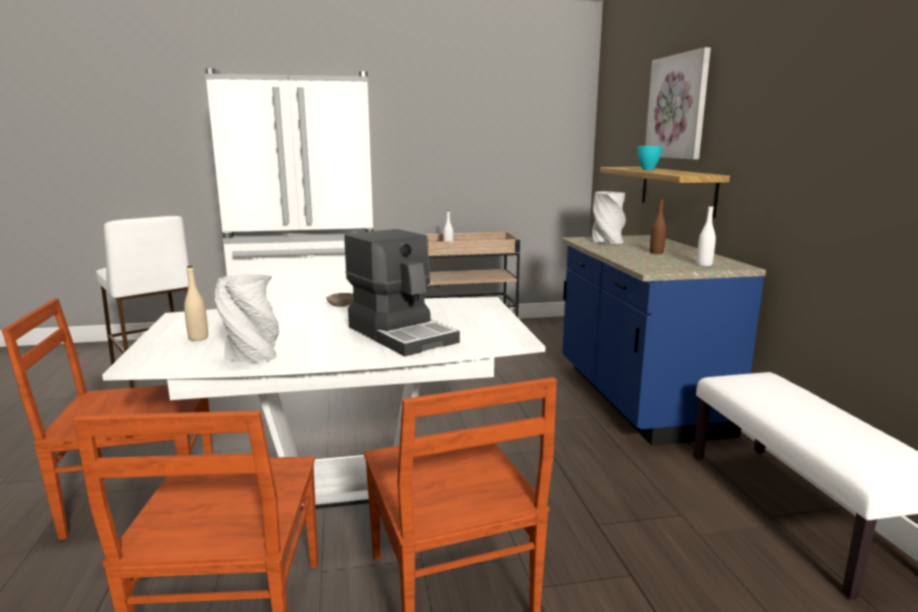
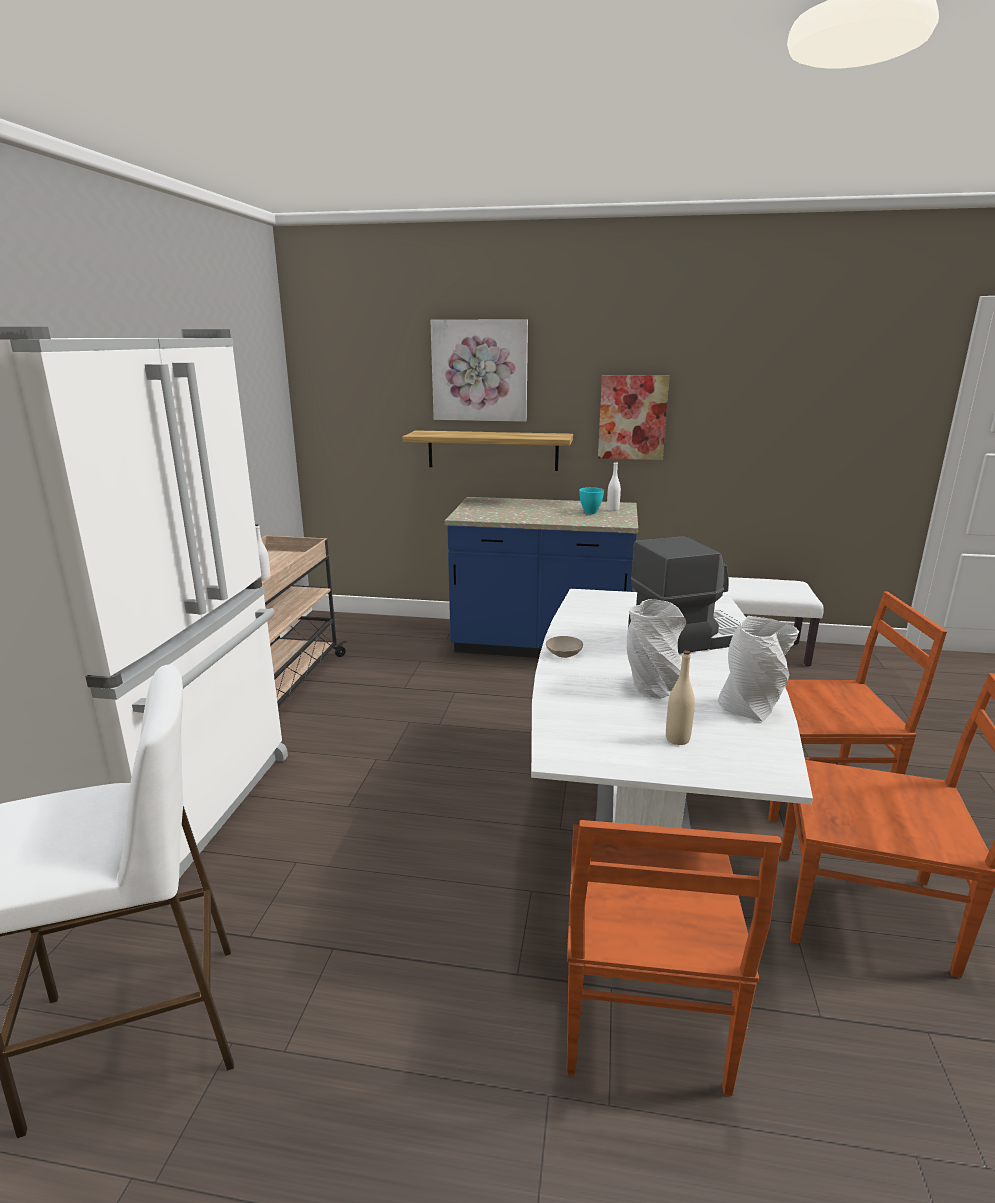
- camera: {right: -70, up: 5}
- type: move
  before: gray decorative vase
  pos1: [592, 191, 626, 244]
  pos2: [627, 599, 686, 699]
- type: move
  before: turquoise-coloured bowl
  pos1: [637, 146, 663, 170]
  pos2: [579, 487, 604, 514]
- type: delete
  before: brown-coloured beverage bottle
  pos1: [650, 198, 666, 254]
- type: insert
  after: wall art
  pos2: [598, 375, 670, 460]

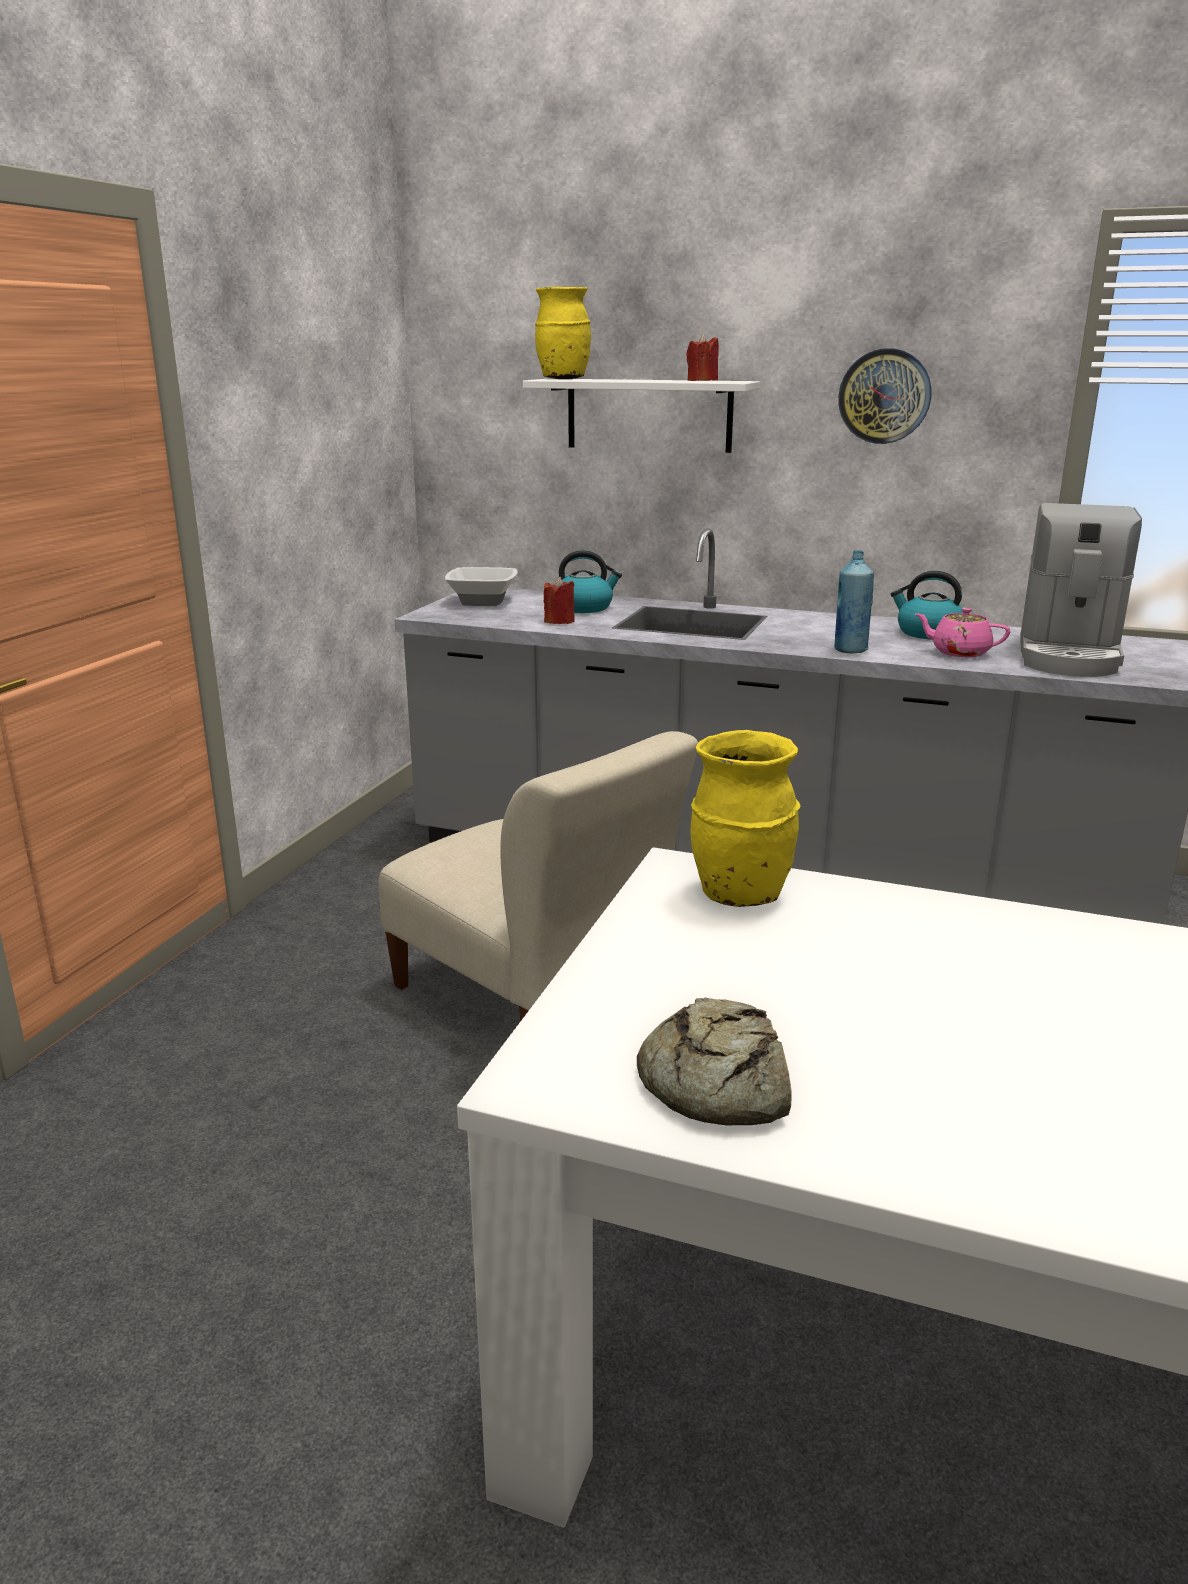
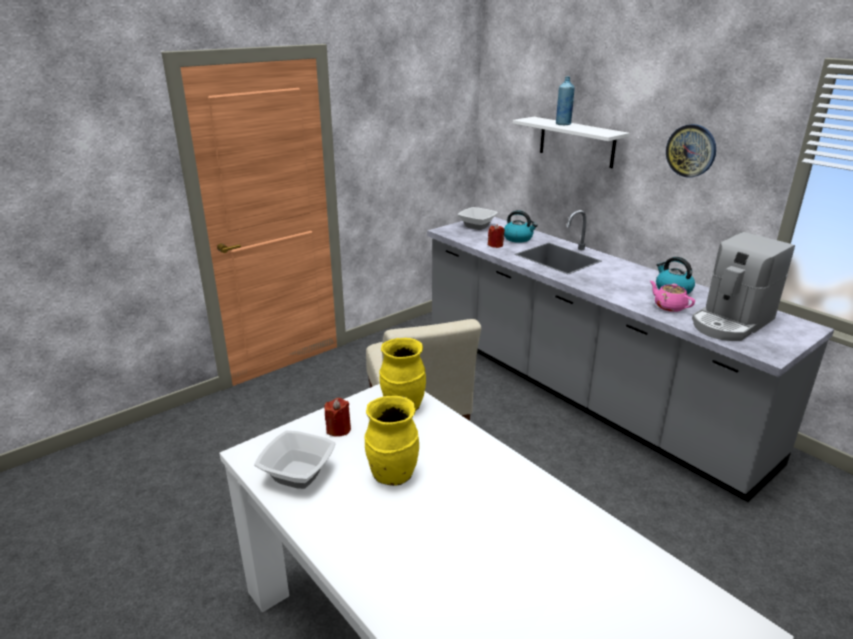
- camera: {right: 30, up: 5}
- type: move
  before: yellowish decorative vase
  pos1: [535, 287, 591, 379]
  pos2: [364, 396, 419, 486]
- type: replace
  before: baked bread
  after: bowl
  pos1: [637, 998, 792, 1126]
  pos2: [254, 430, 336, 489]
- type: move
  before: reddish wax light
  pos1: [686, 334, 719, 381]
  pos2: [324, 398, 351, 437]
- type: move
  before: blue-coloured beverage bottle
  pos1: [834, 550, 874, 654]
  pos2: [556, 77, 575, 125]

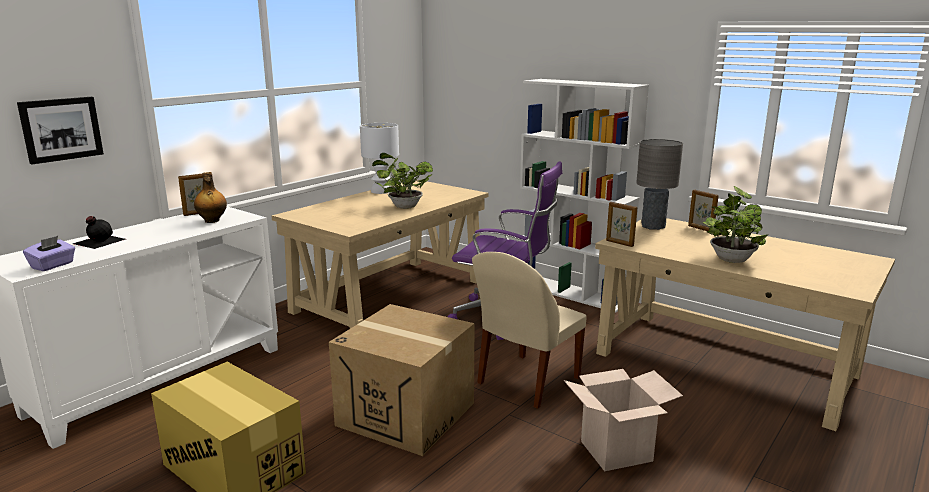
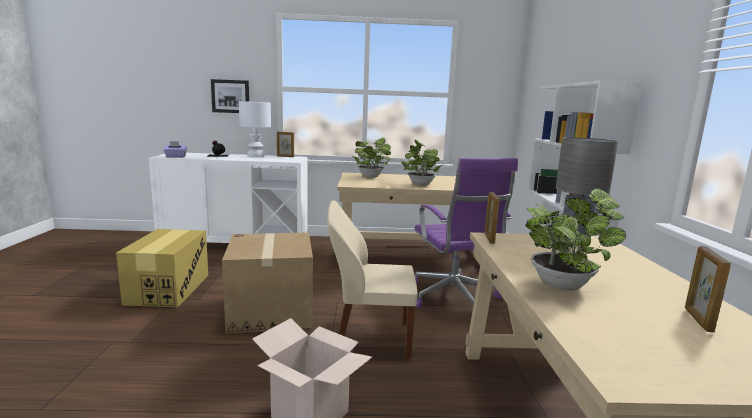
- camera: {right: 50, up: -5}
- type: delete
  before: beverage bottle
  pos1: [194, 172, 227, 223]
- type: move
  before: white table lamp
  pos1: [360, 123, 399, 194]
  pos2: [239, 101, 271, 158]
- type: move
  before: standing frame
  pos1: [688, 190, 719, 231]
  pos2: [685, 246, 731, 333]
- type: insert
  after: houseplant
  pos2: [353, 138, 393, 178]

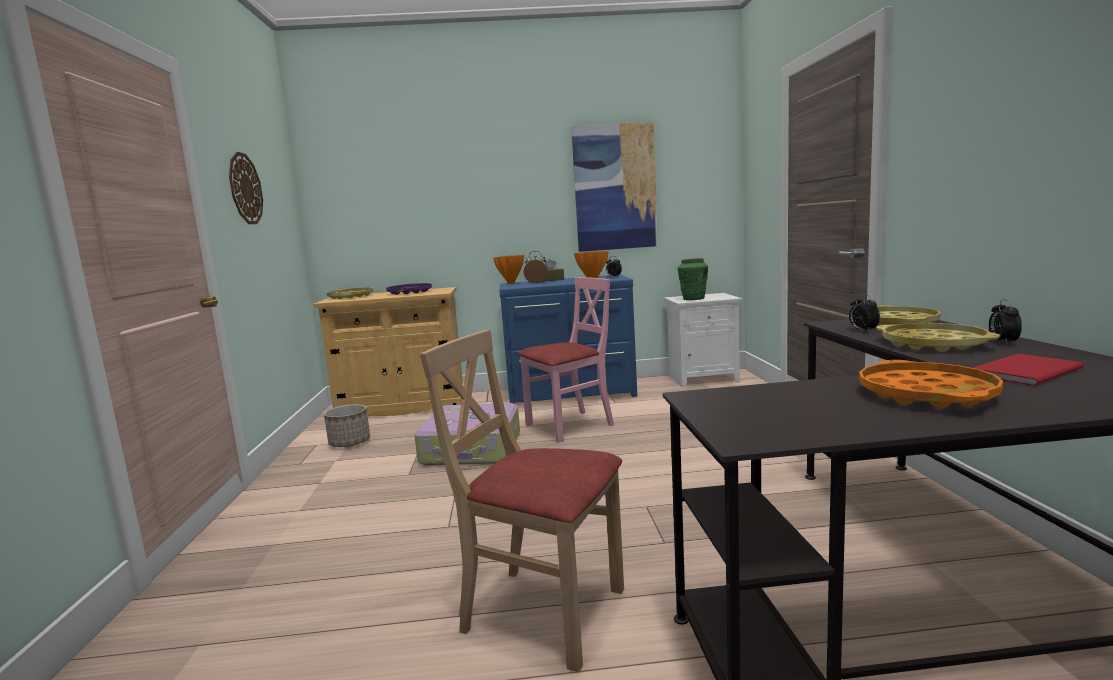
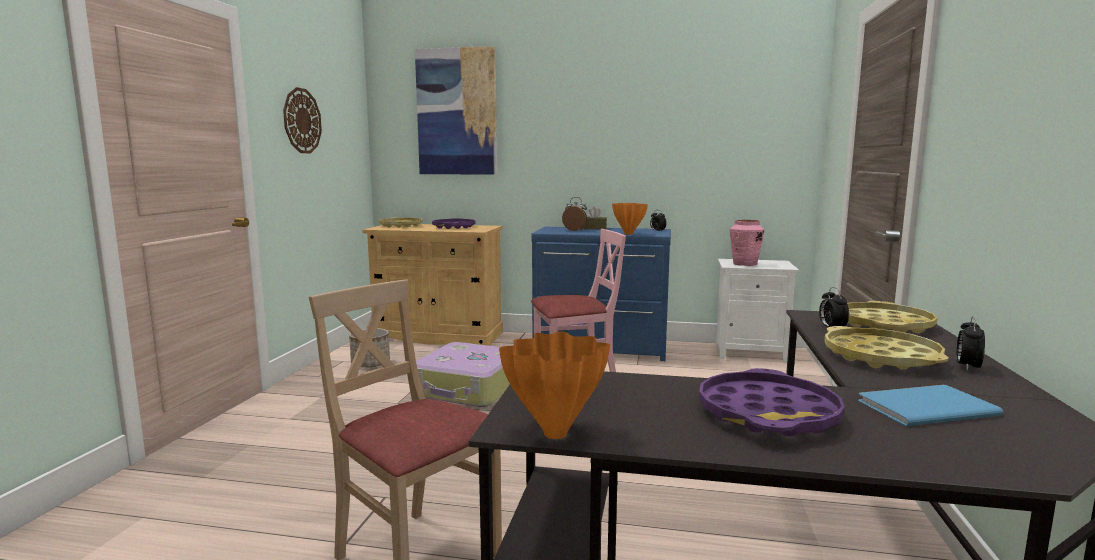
- camera: {right: 15, up: 0}
- type: move
  before: orange decorative vase
  pos1: [493, 255, 524, 284]
  pos2: [499, 331, 610, 439]
- type: move
  before: wall art
  pos1: [571, 121, 658, 252]
  pos2: [415, 46, 497, 175]
- type: recolor
  before: green-coloured decorative vase
  after: pinkish decorative vase
  pos1: [678, 258, 708, 300]
  pos2: [730, 220, 764, 266]
- type: recolor
  before: orange serving tray
  after: purplish serving tray
  pos1: [859, 360, 1003, 408]
  pos2: [699, 368, 845, 436]
- type: recolor
  before: reddish volume
  after: blue-coloured volume
  pos1: [973, 354, 1084, 386]
  pos2: [858, 385, 1004, 426]

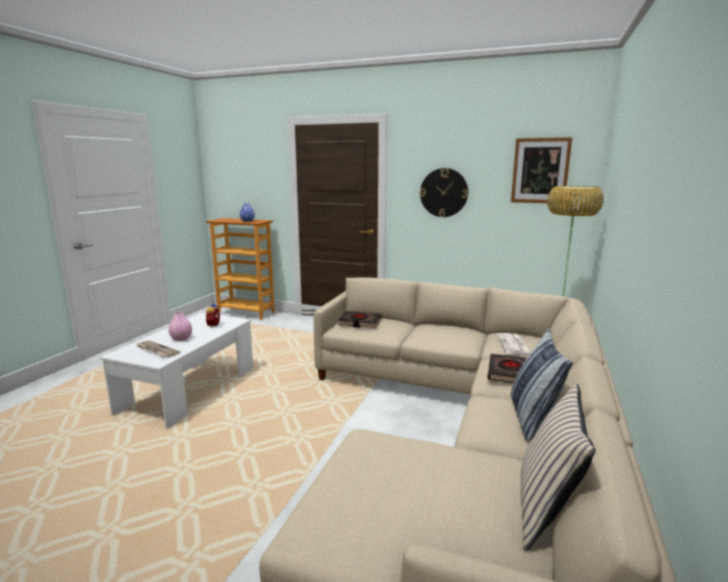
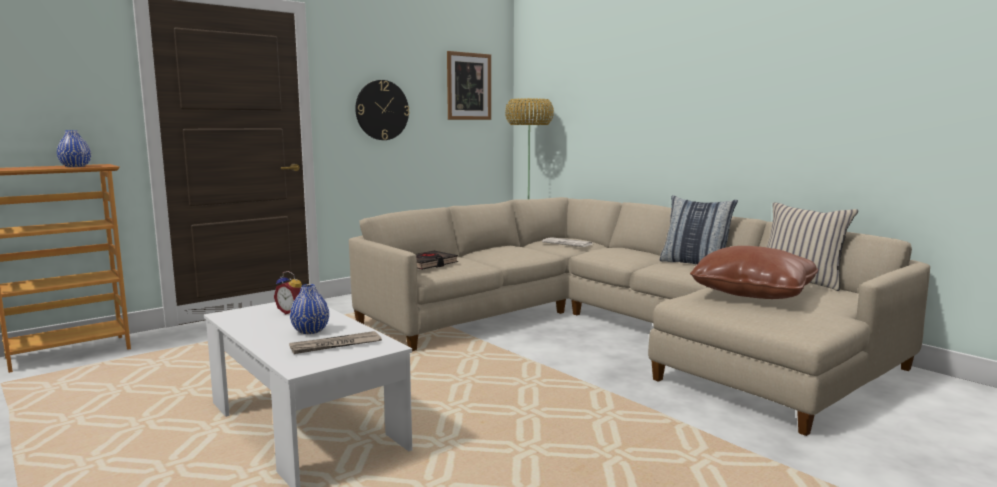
- camera: {right: -60, up: -5}
- type: recolor
  before: pinkish decorative vase
  after: blue-coloured decorative vase
  pos1: [168, 312, 192, 341]
  pos2: [290, 284, 329, 334]
- type: delete
  before: black-coloured volume
  pos1: [487, 354, 527, 383]
- type: insert
  after: brown-coloured throw pillow
  pos2: [690, 246, 818, 299]

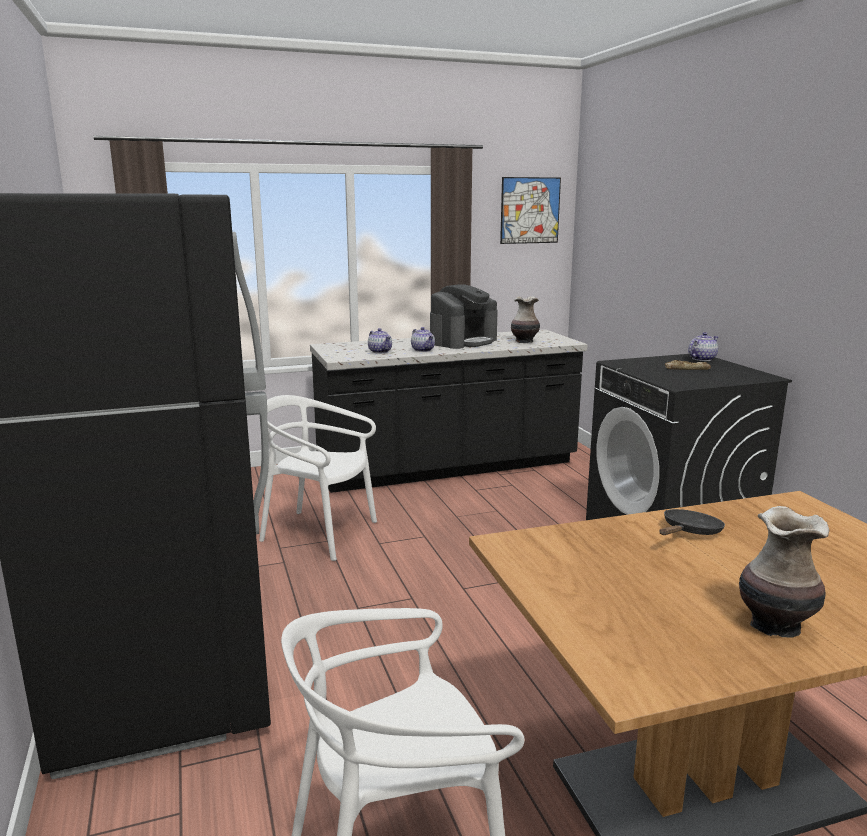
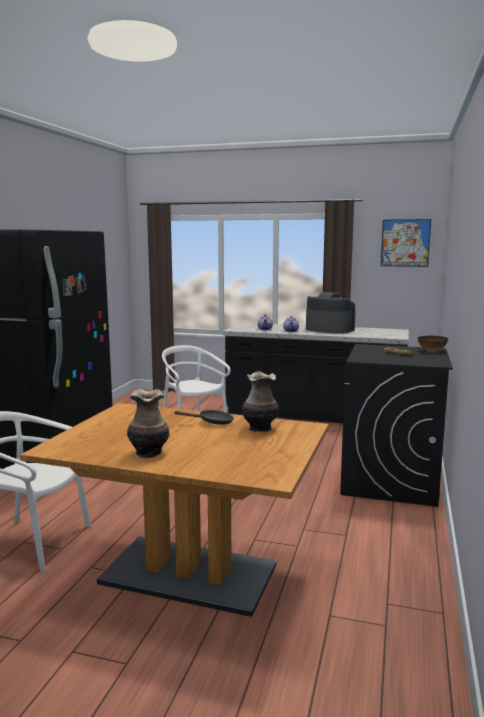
- camera: {right: 35, up: -5}
- type: rotate
  before: coffee maker
  pos1: [430, 284, 498, 349]
  pos2: [306, 292, 356, 334]
  turn: -135
- type: move
  before: decorative vase
  pos1: [511, 296, 540, 343]
  pos2: [242, 371, 279, 432]
- type: replace
  before: teapot
  after: bowl
  pos1: [688, 332, 718, 361]
  pos2: [418, 336, 448, 351]

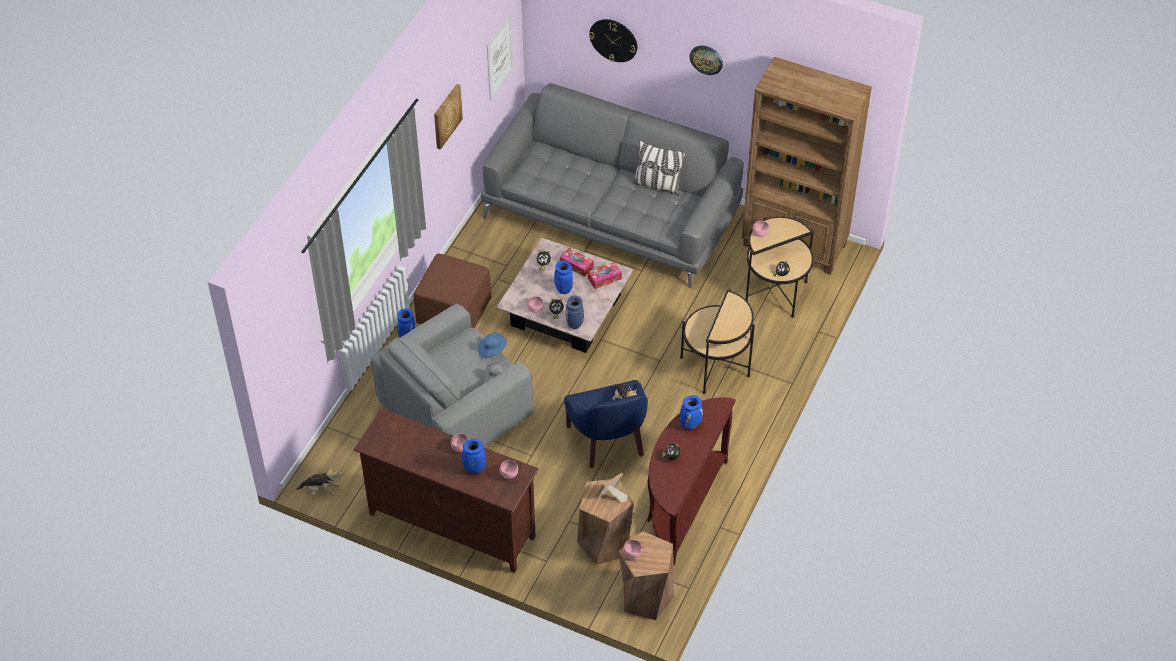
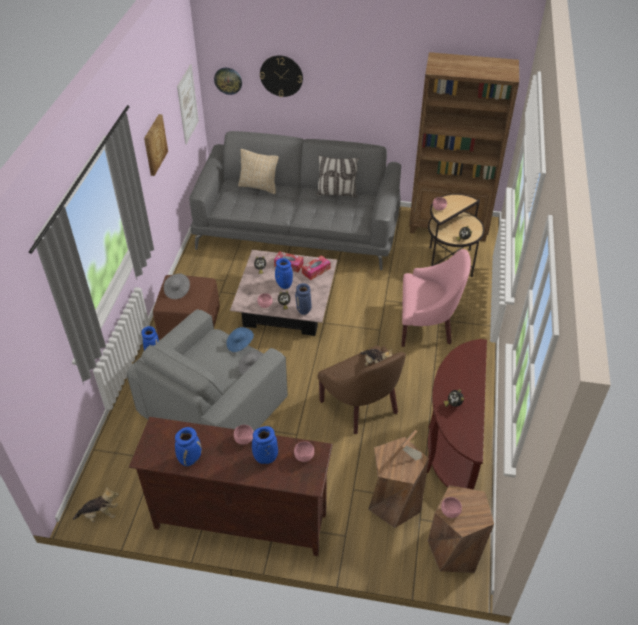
- camera: {right: -15, up: -5}
- type: recolor
  before: blue-coloured lounge chair
  after: brown-coloured lounge chair
  pos1: [564, 380, 648, 468]
  pos2: [318, 345, 406, 434]
- type: replace
  before: side table
  after: pinkish lounge chair
  pos1: [680, 289, 755, 394]
  pos2: [401, 249, 471, 347]
- type: move
  before: blue-coloured decorative vase
  pos1: [680, 395, 703, 430]
  pos2: [175, 427, 202, 466]
- type: move
  before: clock on the wall
  pos1: [689, 46, 723, 75]
  pos2: [214, 68, 242, 95]
- type: insert
  after: gray hat
  pos2: [164, 273, 190, 299]
- type: insert
  after: beige throw pillow
  pos2: [238, 149, 278, 194]

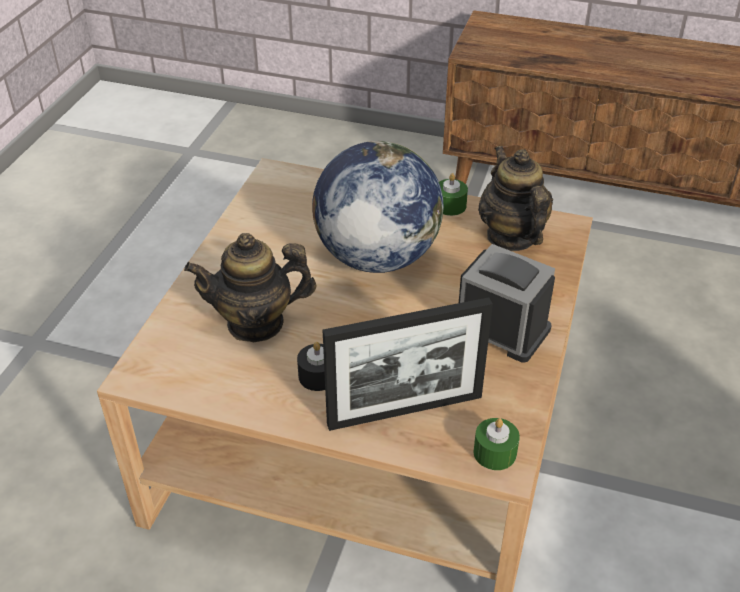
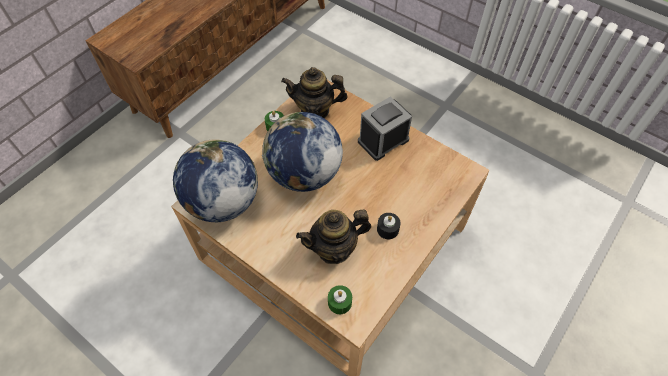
- camera: {right: -70, up: 15}
- type: rotate
  before: teapot
  pos1: [184, 233, 316, 342]
  pos2: [296, 209, 371, 264]
  turn: 60
- type: delete
  before: standing frame
  pos1: [323, 298, 493, 431]
- type: move
  before: green-coloured wax light
  pos1: [474, 418, 520, 470]
  pos2: [328, 285, 352, 314]
- type: insert
  after: desk globe
  pos2: [173, 140, 258, 222]

